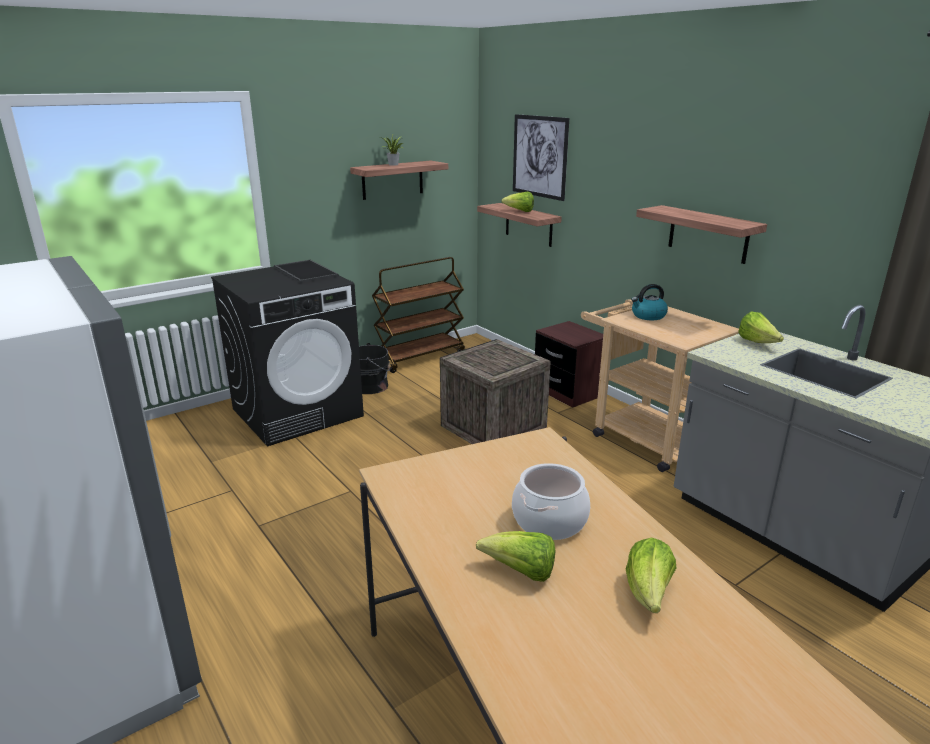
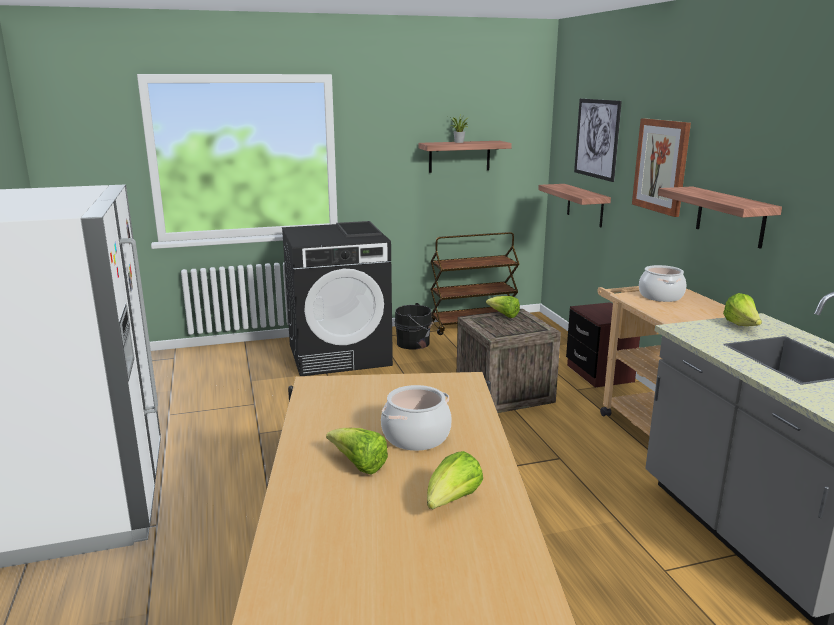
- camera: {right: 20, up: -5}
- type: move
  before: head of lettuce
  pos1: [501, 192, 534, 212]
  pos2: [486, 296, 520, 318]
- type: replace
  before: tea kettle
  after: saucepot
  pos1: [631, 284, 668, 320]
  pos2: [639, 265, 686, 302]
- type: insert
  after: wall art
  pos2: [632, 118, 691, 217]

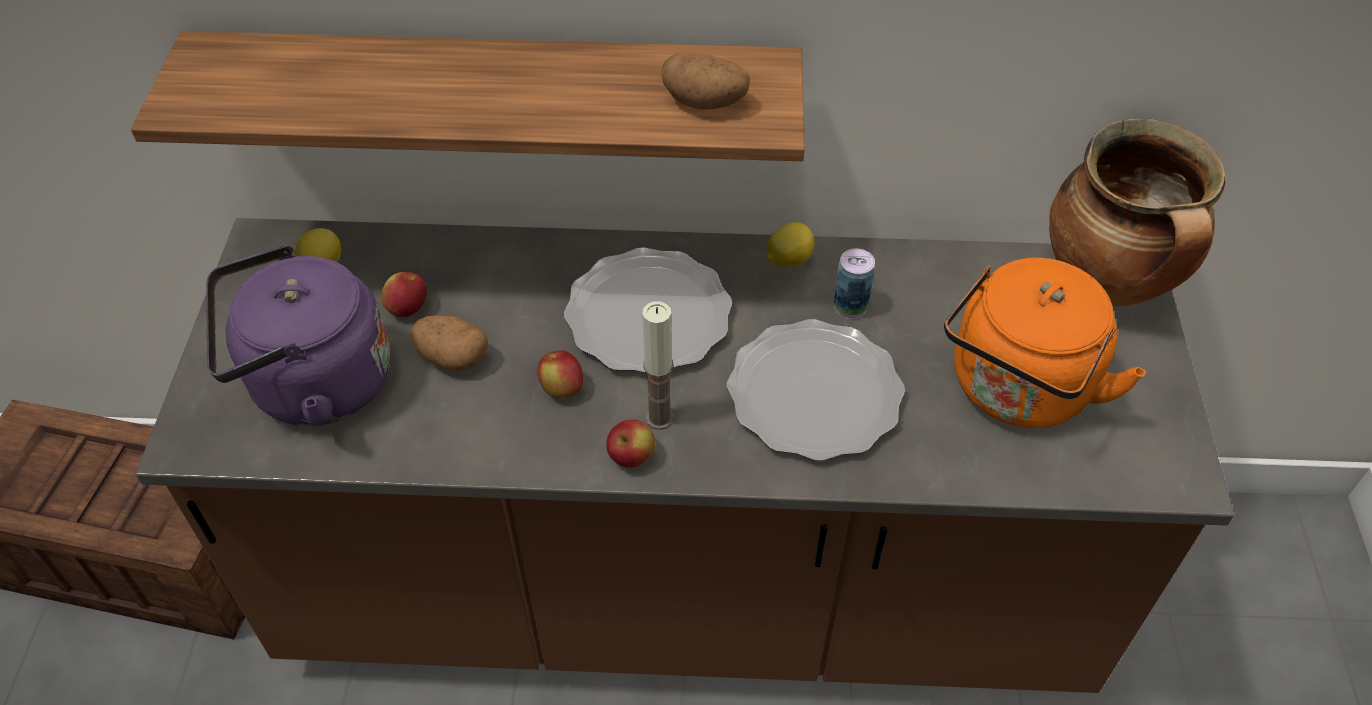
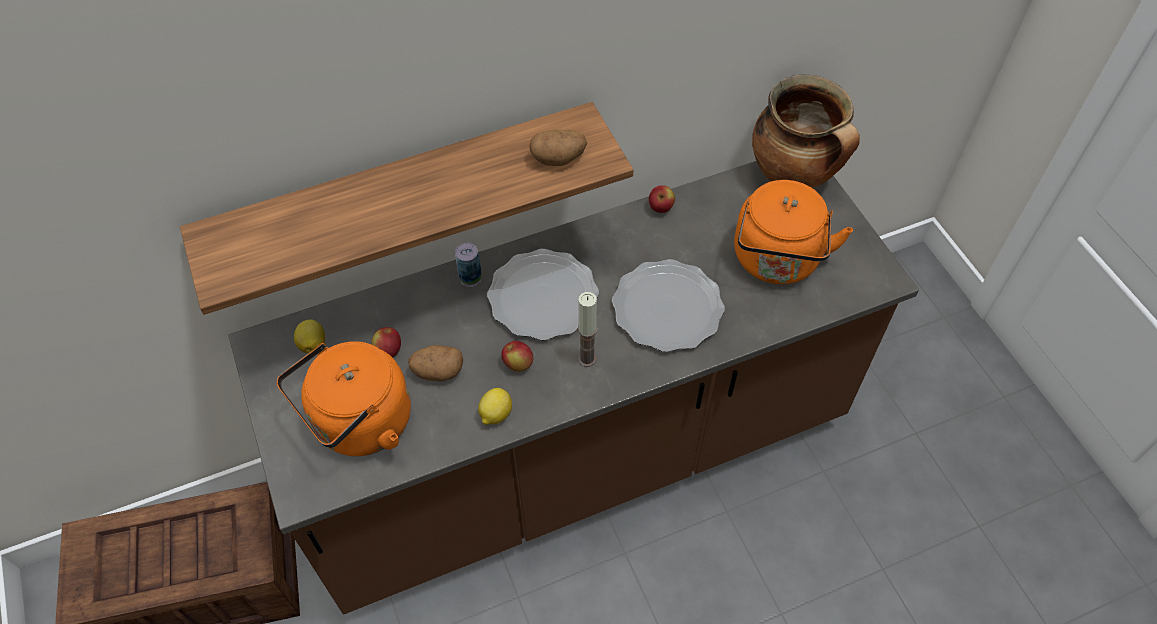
- camera: {right: -25, up: 5}
- type: recolor
  before: purplish tea kettle
  after: orange tea kettle
  pos1: [206, 245, 390, 426]
  pos2: [277, 341, 411, 456]
- type: move
  before: apple fruit
  pos1: [606, 419, 655, 468]
  pos2: [649, 185, 675, 213]
- type: move
  before: whole lemon
  pos1: [767, 222, 815, 268]
  pos2: [478, 388, 512, 425]
- type: move
  before: metal can
  pos1: [834, 249, 875, 319]
  pos2: [455, 243, 482, 287]

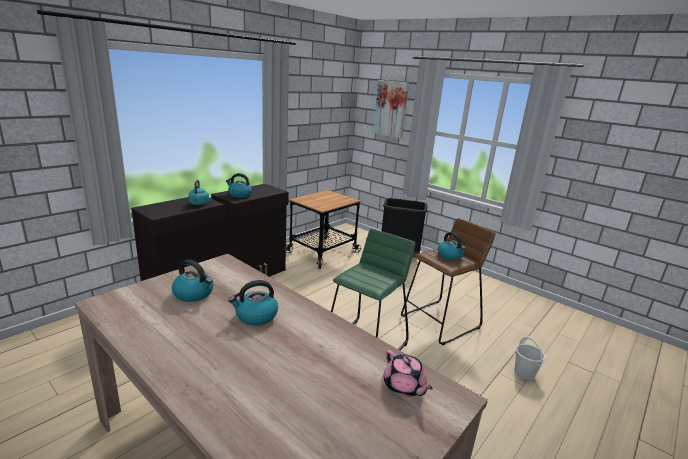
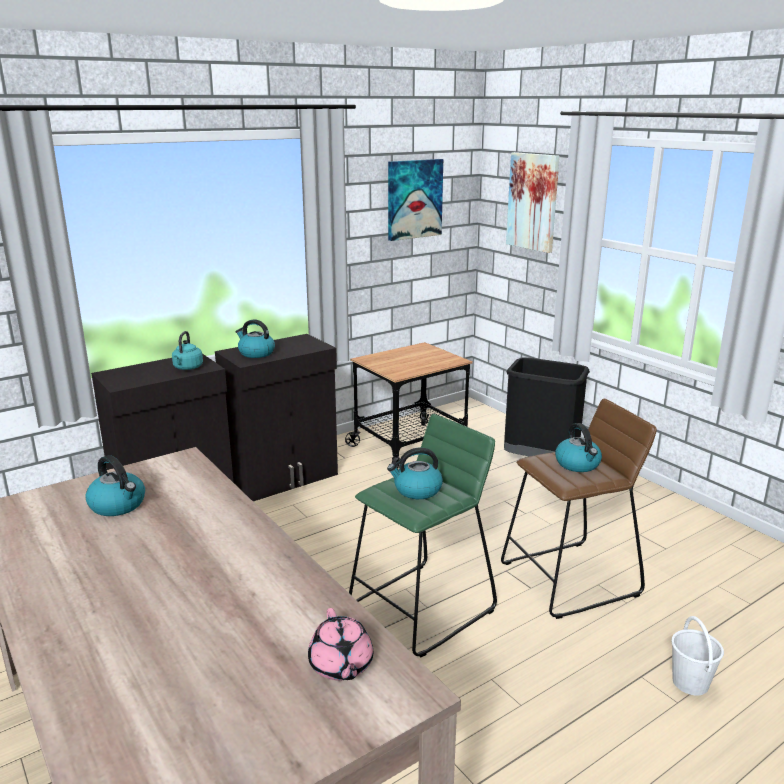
- camera: {right: 15, up: 0}
- type: move
  before: tea kettle
  pos1: [229, 280, 278, 326]
  pos2: [387, 448, 443, 499]
- type: insert
  after: wall art
  pos2: [388, 159, 443, 241]

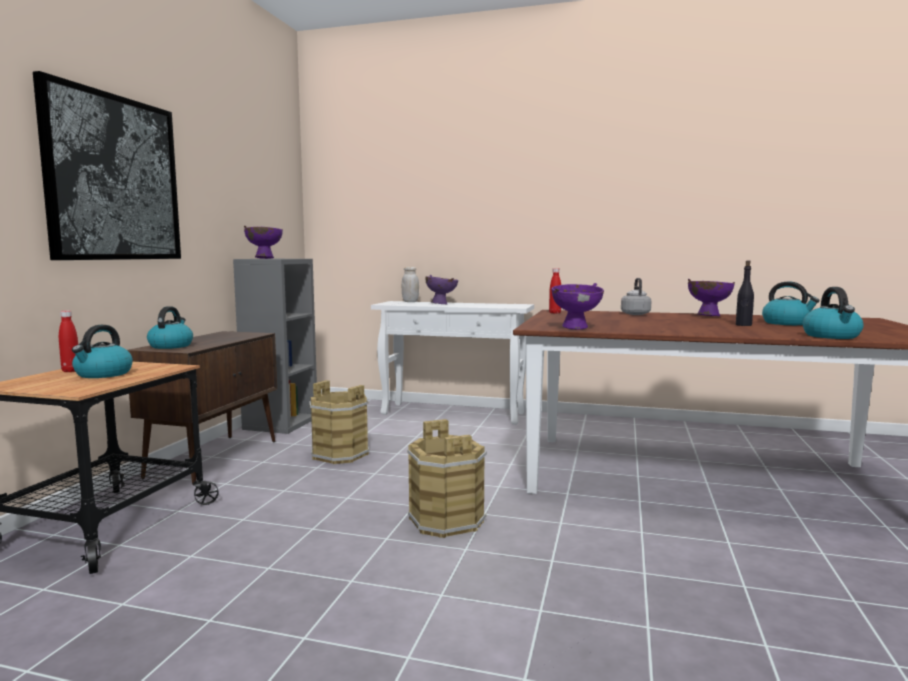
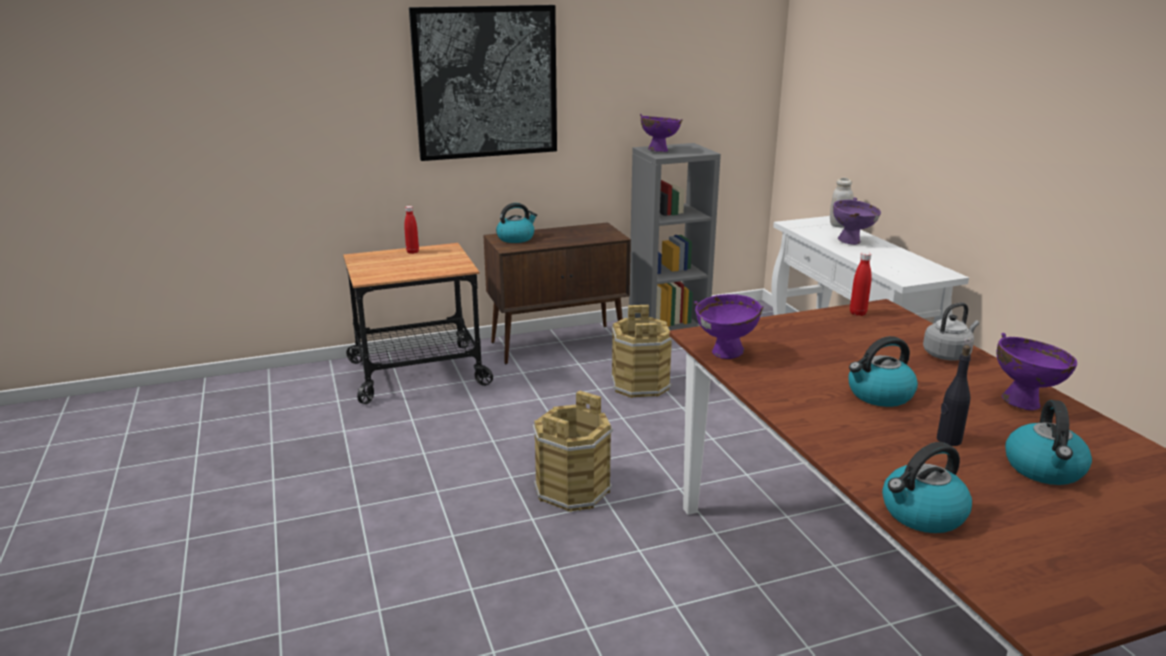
- camera: {right: 55, up: 15}
- type: move
  before: tea kettle
  pos1: [72, 325, 133, 378]
  pos2: [849, 336, 918, 407]

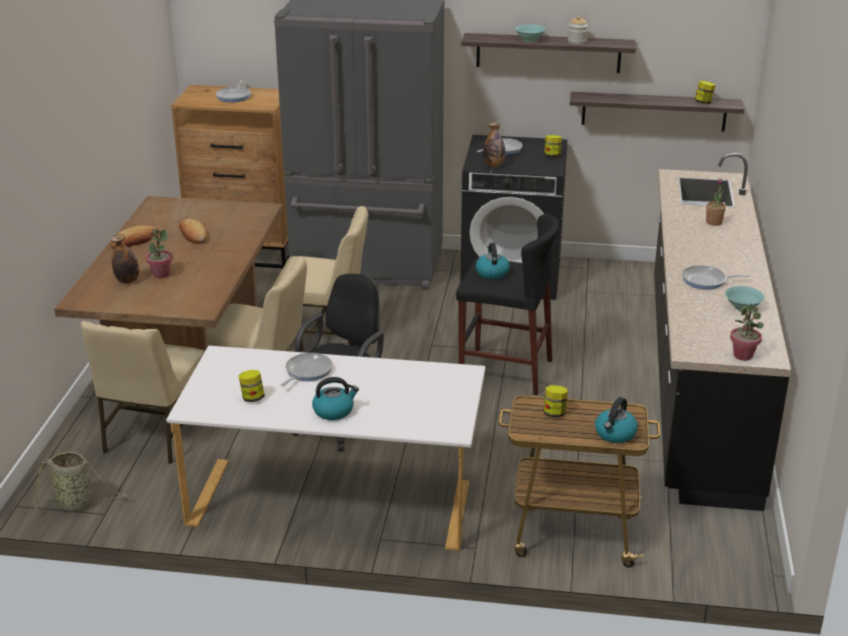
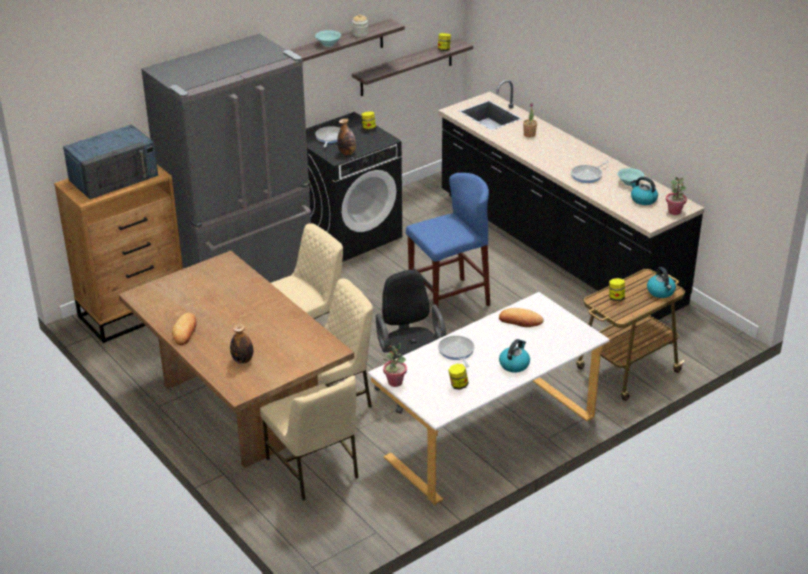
- camera: {right: -45, up: 5}
- type: delete
  before: basket
  pos1: [35, 452, 128, 511]
- type: move
  before: houseplant
  pos1: [146, 228, 173, 278]
  pos2: [383, 343, 407, 387]
- type: move
  before: baked bread
  pos1: [179, 219, 207, 243]
  pos2: [499, 308, 544, 327]
- type: replace
  before: pan
  after: blue-coloured microwave oven
  pos1: [216, 80, 251, 102]
  pos2: [63, 125, 158, 199]
- type: recolor
  before: black-coloured stool
  after: blue-coloured stool
  pos1: [456, 214, 559, 395]
  pos2: [406, 173, 490, 319]
- type: move
  before: tea kettle
  pos1: [476, 243, 510, 279]
  pos2: [630, 176, 658, 205]

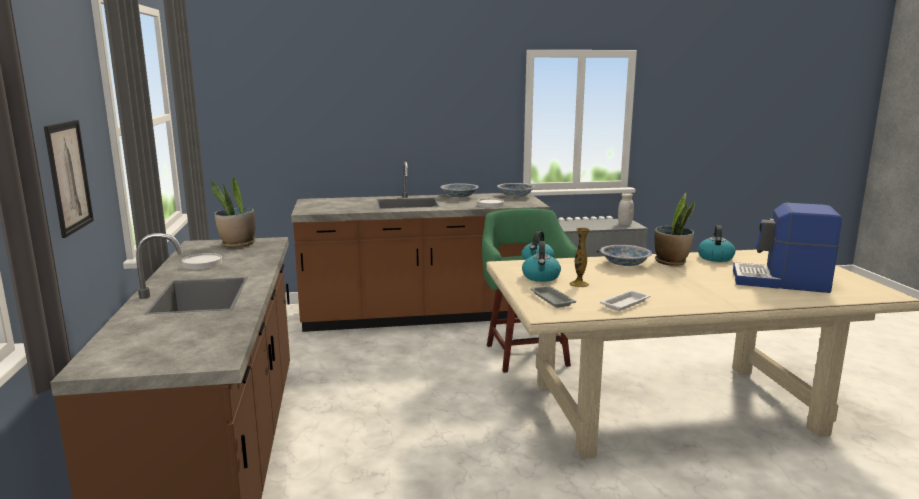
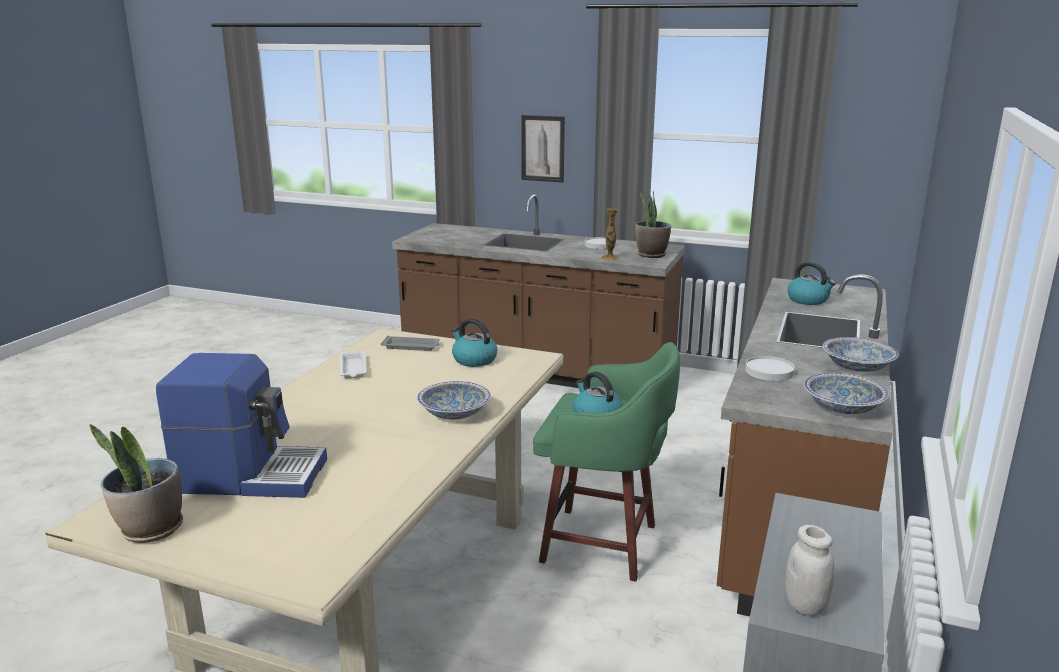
- camera: {right: 120, up: 5}
- type: move
  before: decorative vase
  pos1: [569, 228, 590, 287]
  pos2: [601, 208, 619, 260]
- type: move
  before: houseplant
  pos1: [654, 193, 695, 266]
  pos2: [90, 424, 183, 543]
- type: move
  before: tea kettle
  pos1: [698, 225, 735, 262]
  pos2: [787, 262, 836, 305]
- type: rotate
  before: coffee maker
  pos1: [733, 203, 842, 293]
  pos2: [156, 353, 327, 498]
  turn: 45

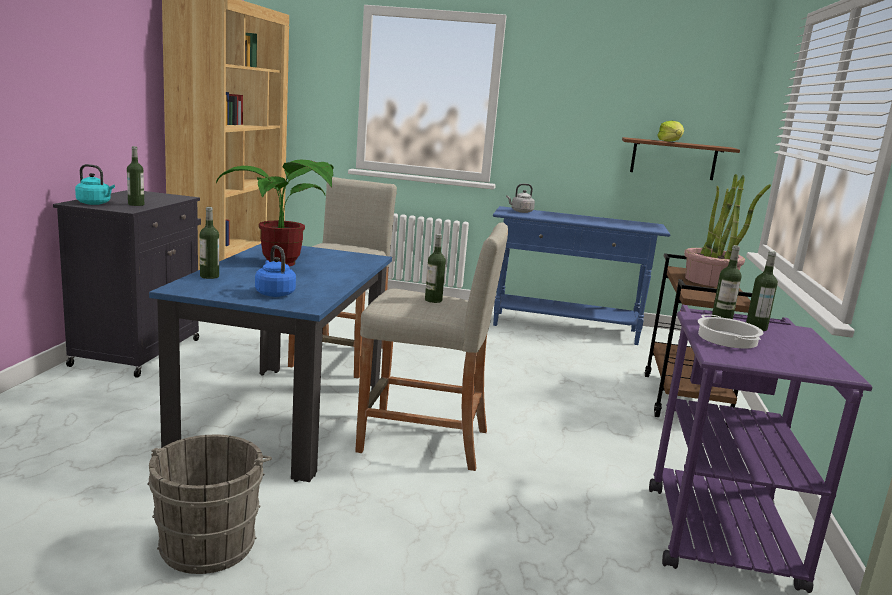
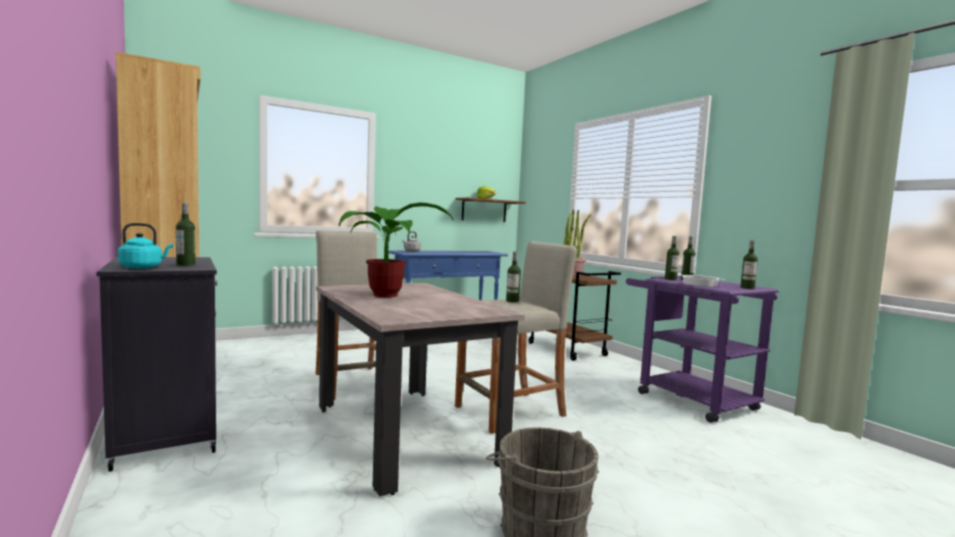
- camera: {right: -40, up: -10}
- type: recolor
  before: blue-coloured kitchen table
  after: beige kitchen table
  pos1: [149, 244, 392, 482]
  pos2: [316, 283, 525, 497]
- type: move
  before: beverage bottle
  pos1: [200, 207, 219, 279]
  pos2: [741, 240, 758, 289]
- type: delete
  before: blue-coloured tea kettle
  pos1: [255, 245, 296, 297]

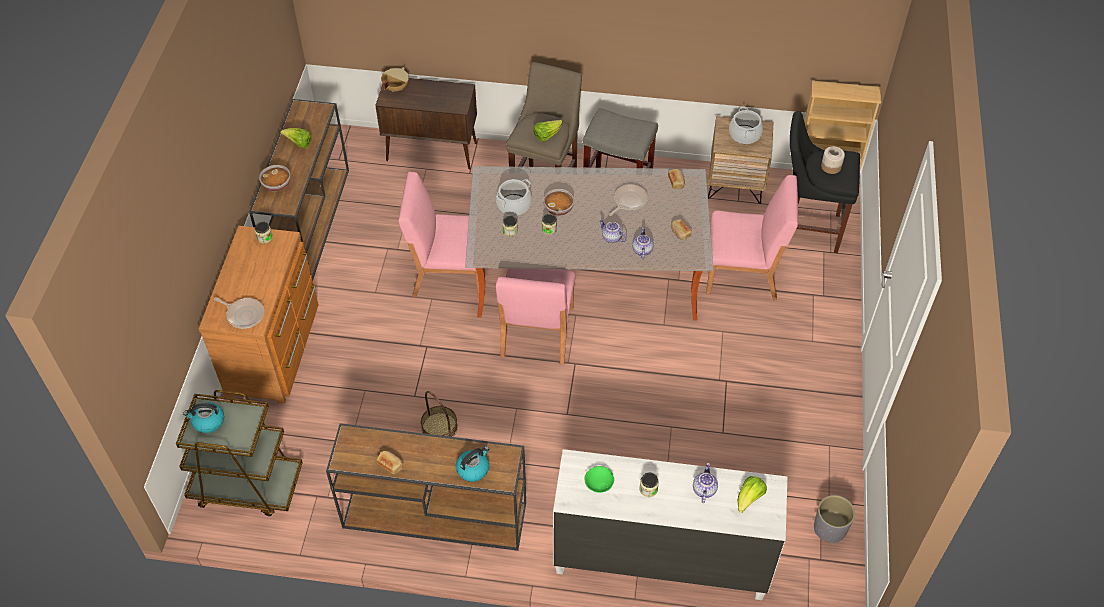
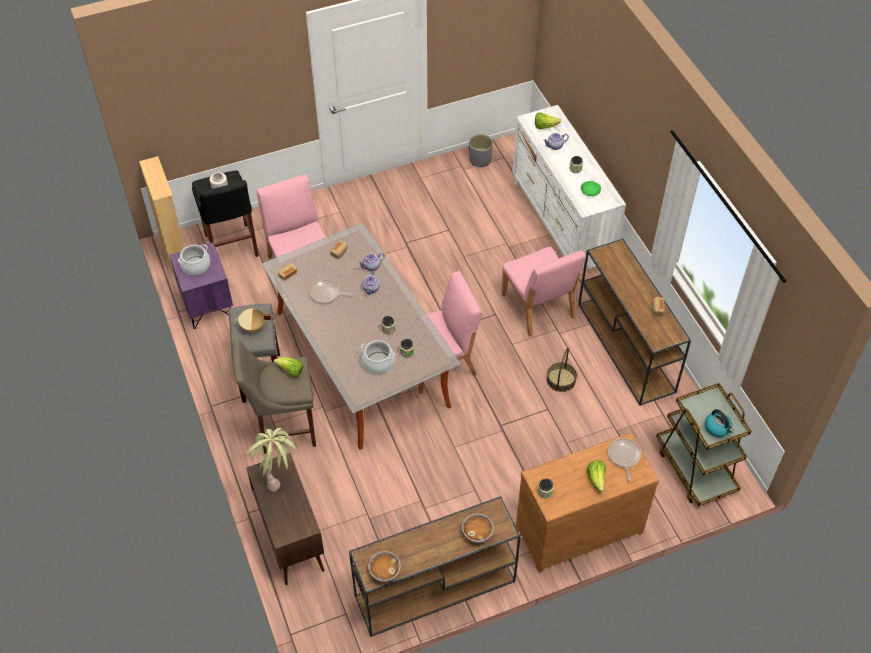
- camera: {right: -120, up: 0}
- type: move
  before: head of lettuce
  pos1: [280, 128, 312, 149]
  pos2: [587, 460, 606, 492]
- type: move
  before: beige saucepot
  pos1: [381, 67, 409, 92]
  pos2: [235, 308, 271, 332]
- type: move
  before: pinkish chair
  pos1: [399, 172, 479, 301]
  pos2: [501, 247, 586, 336]
- type: delete
  before: tea kettle
  pos1: [456, 446, 489, 482]
- type: move
  before: bowl
  pos1: [543, 189, 574, 216]
  pos2: [368, 551, 401, 582]
- type: recolor
  before: brown-coloured bedside table
  after: purplish bedside table
  pos1: [708, 116, 773, 204]
  pos2: [169, 242, 233, 329]
- type: insert
  after: houseplant
  pos2: [245, 428, 296, 492]

